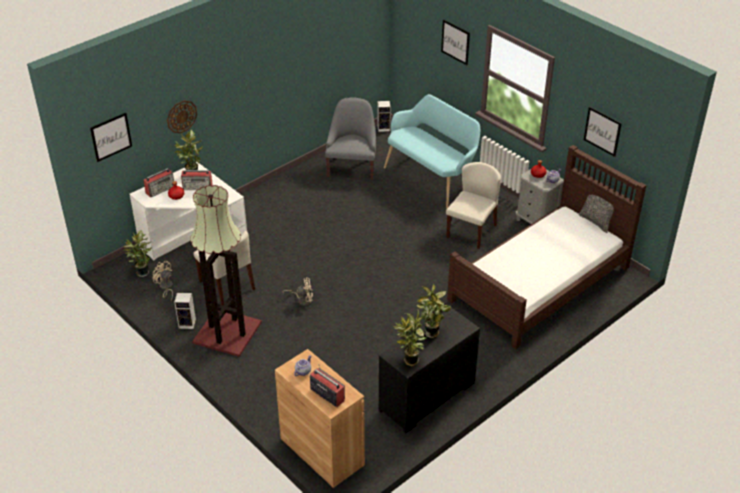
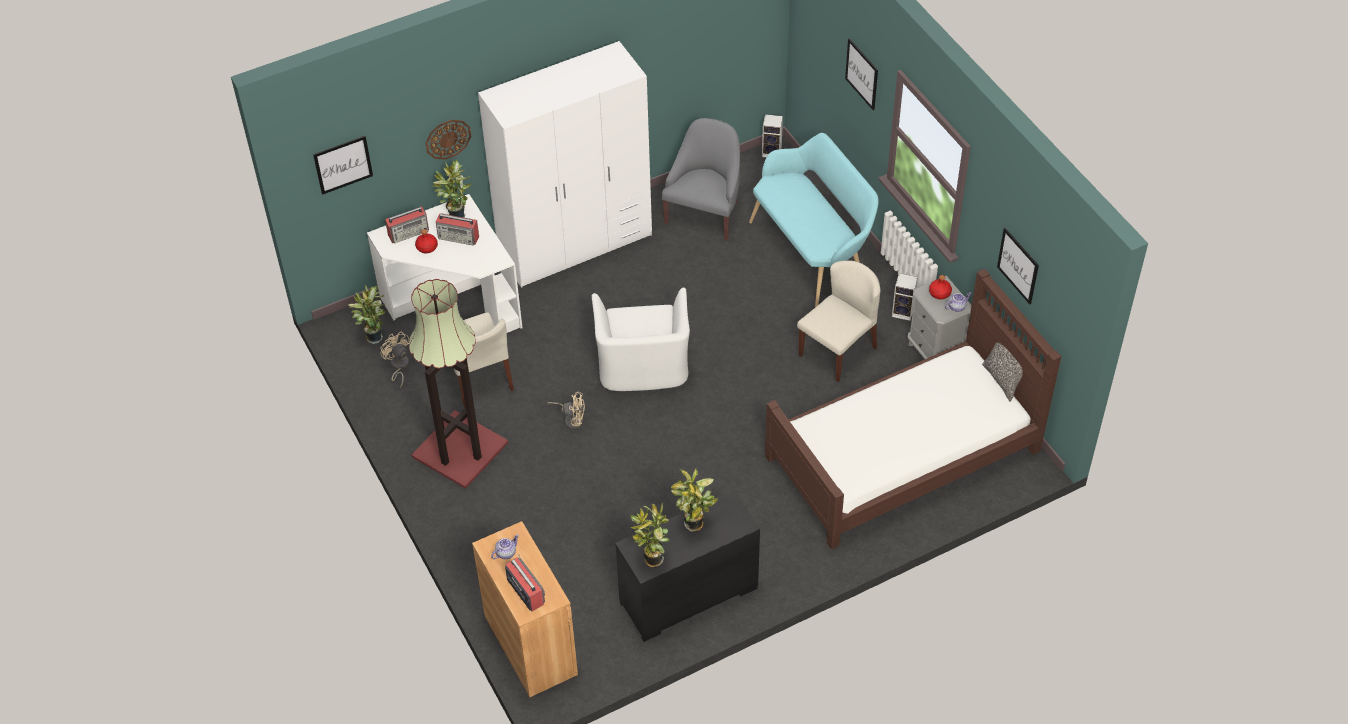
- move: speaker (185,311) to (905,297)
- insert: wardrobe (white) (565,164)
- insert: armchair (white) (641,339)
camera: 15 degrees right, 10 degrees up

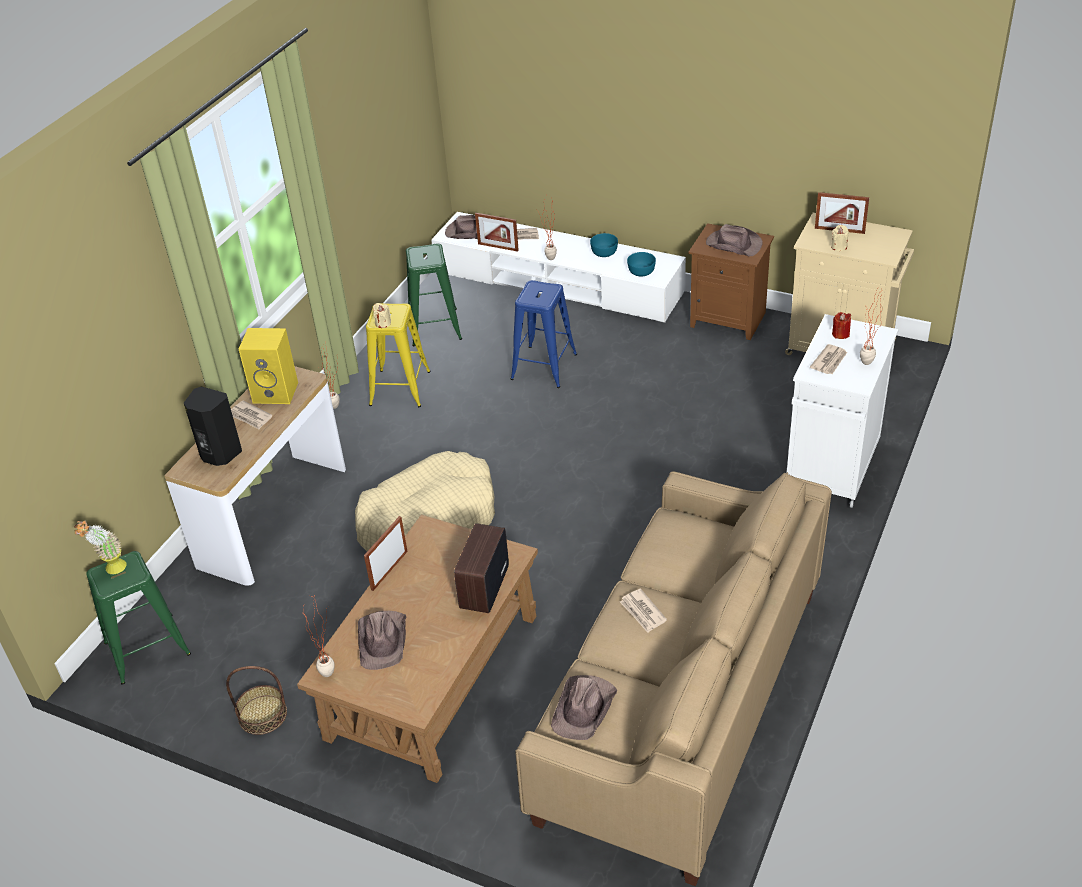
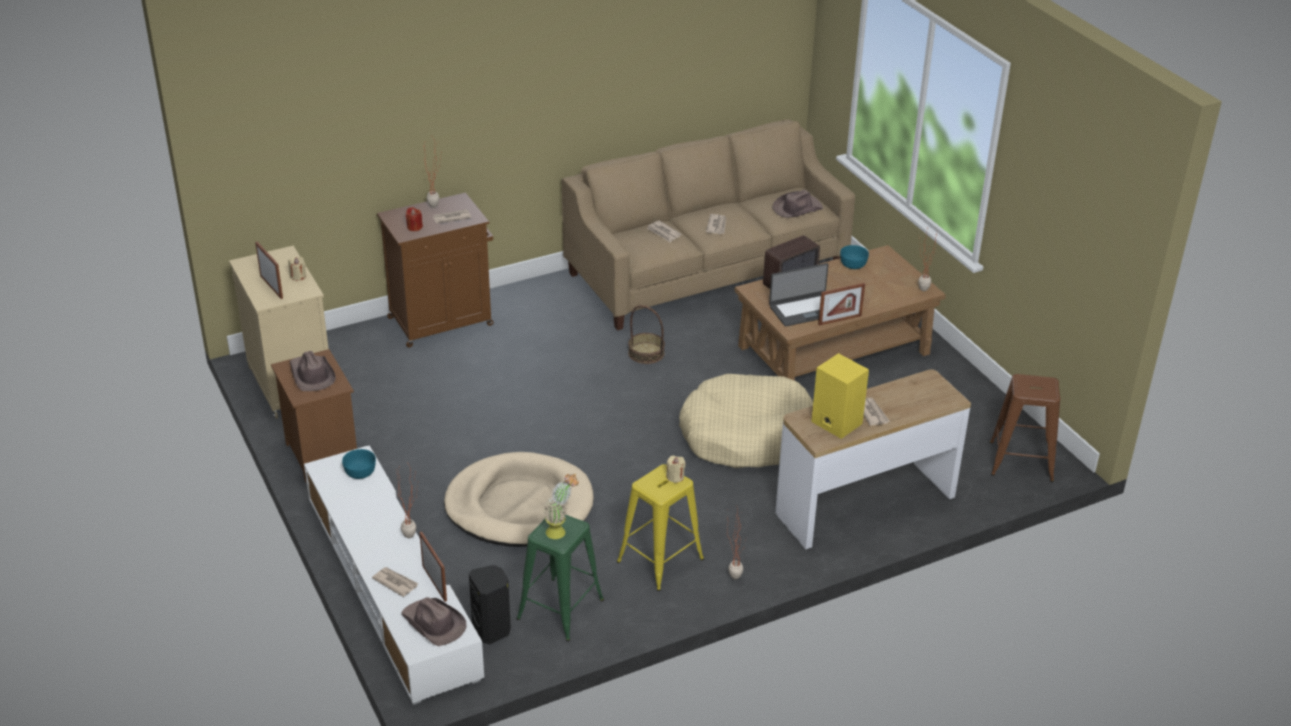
- move: potted plant (100,547) to (561,506)
- recolor: stool (green) (139,617) to stool (brown) (1025,428)
- move: speaker (black) (213,426) to (490,604)
- move: basket (256,700) to (646,334)
- delete: hat (brown) (382,640)
- replace: stool (blue) (544,334) to dog bed (beige) (519,499)
- move: bowl (turquoise) (604,245) to (854,257)
- recolor: cabinet (white) (842,411) to cabinet (brown) (435,270)
- insert: newspaper (664,231)
- insert: laptop (798,295)
camera: 145 degrees left, 5 degrees down

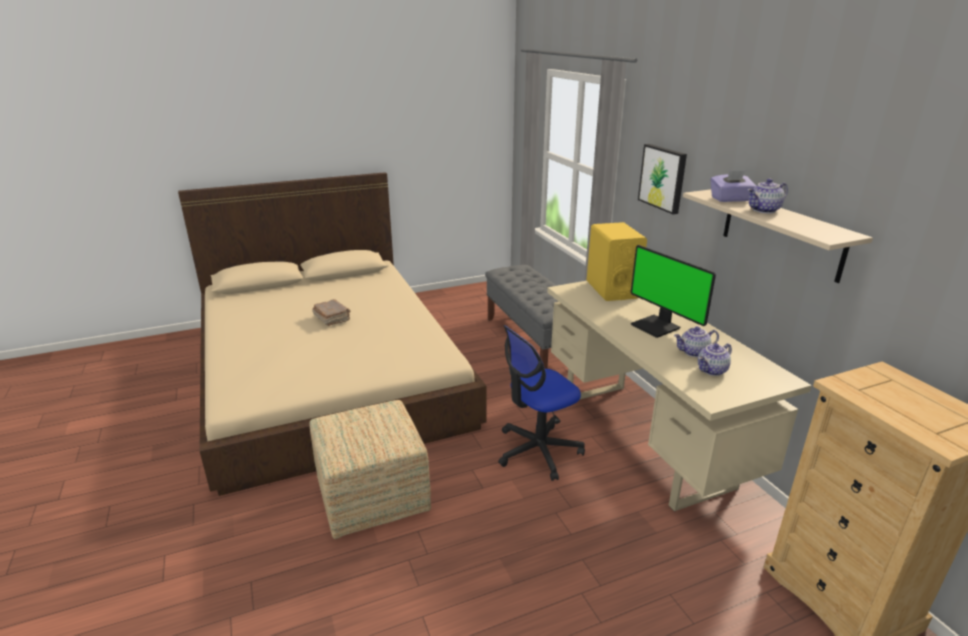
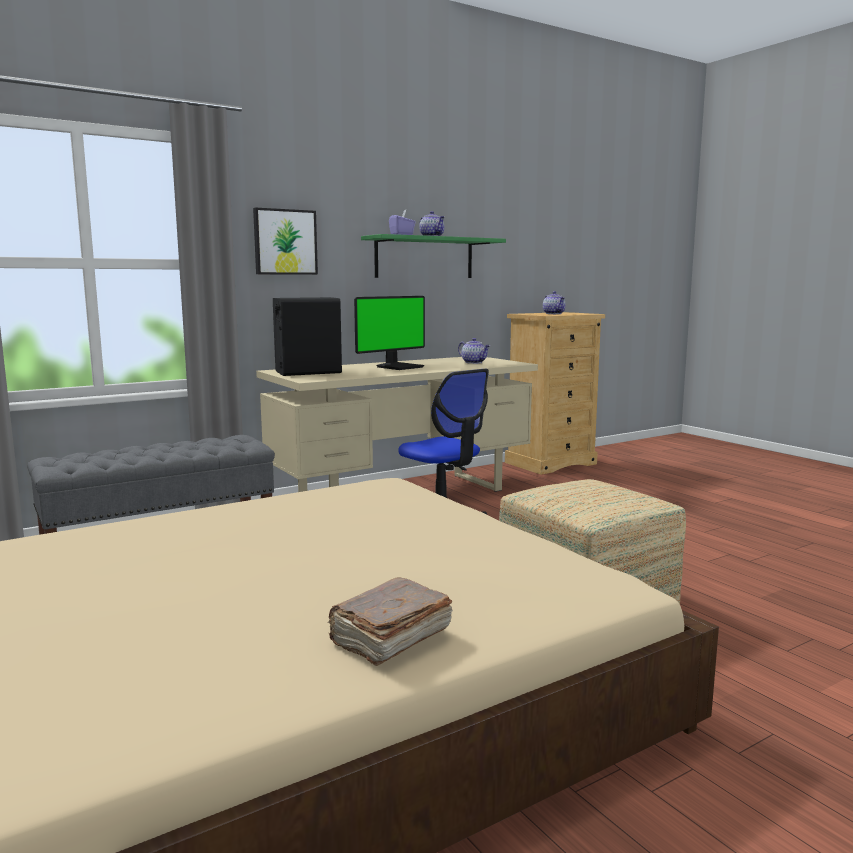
- move: book (brown) (331,312) to (390,621)
- recolor: speaker (yellow) (617,261) to speaker (black) (307,336)
- move: teapot (696,341) to (554,302)
- recolor: shelf (beige) (778,236) to shelf (green) (433,256)
camera: 100 degrees left, 15 degrees down

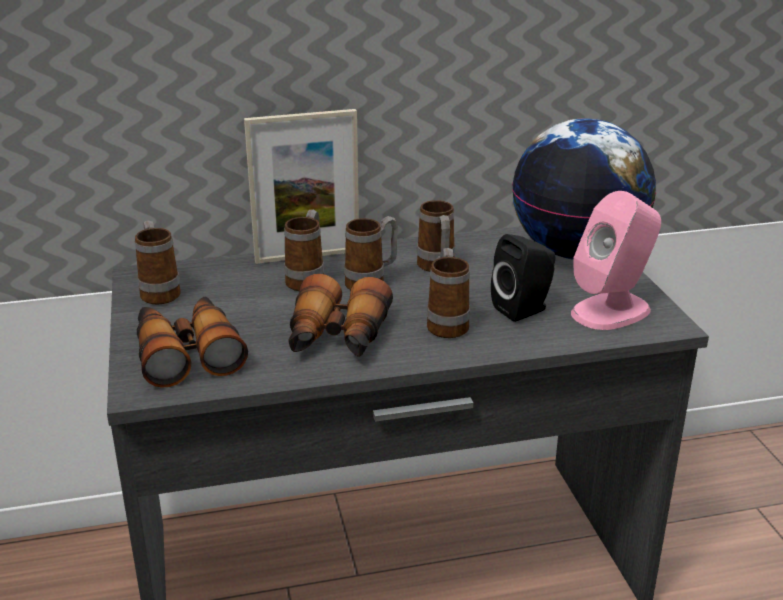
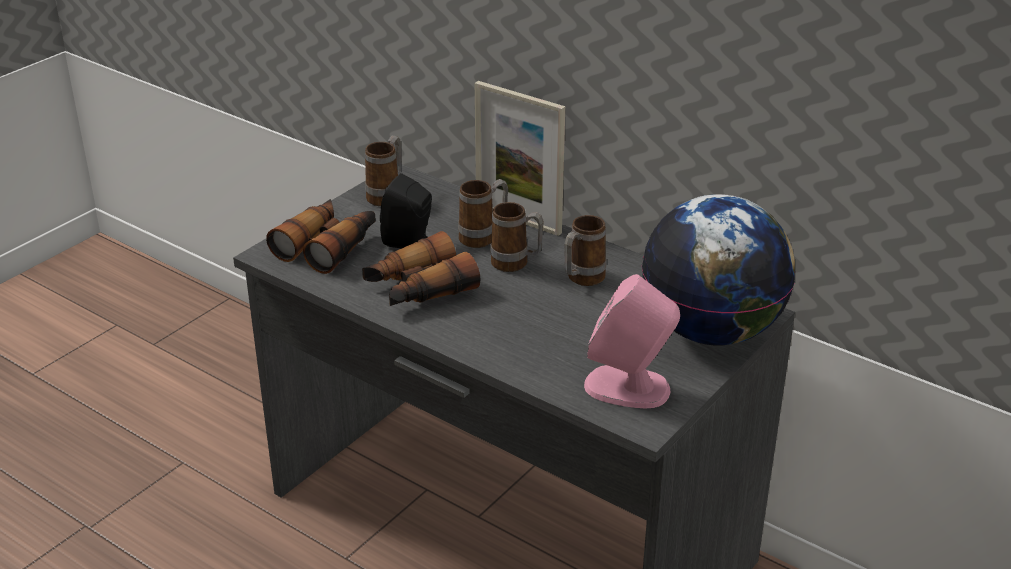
- delete: mug (448,293)
- move: speaker (black) (523,278) to (406,211)
camera: 50 degrees right, 5 degrees up

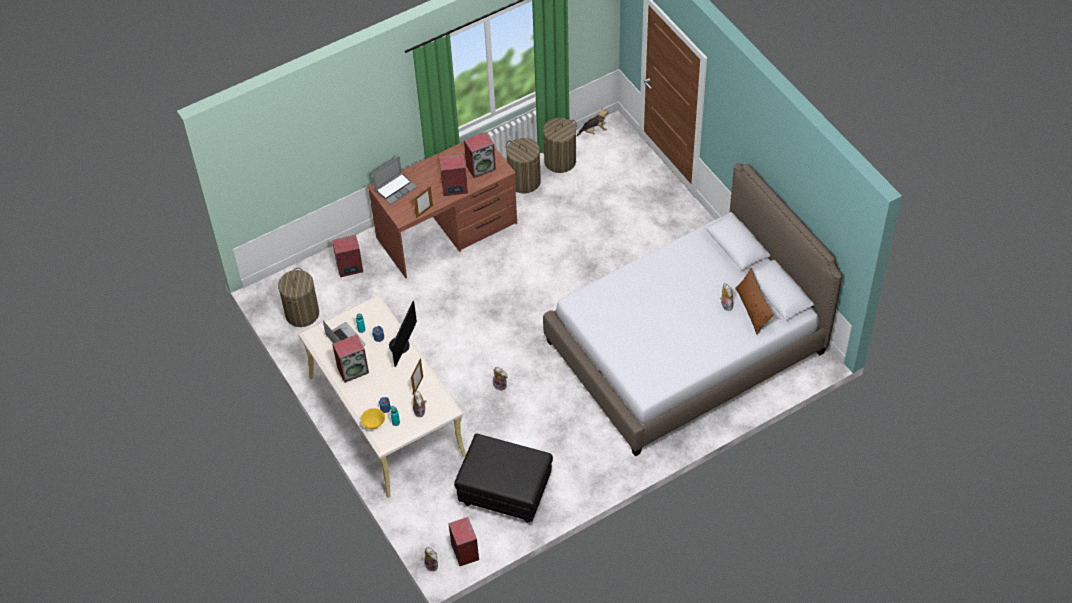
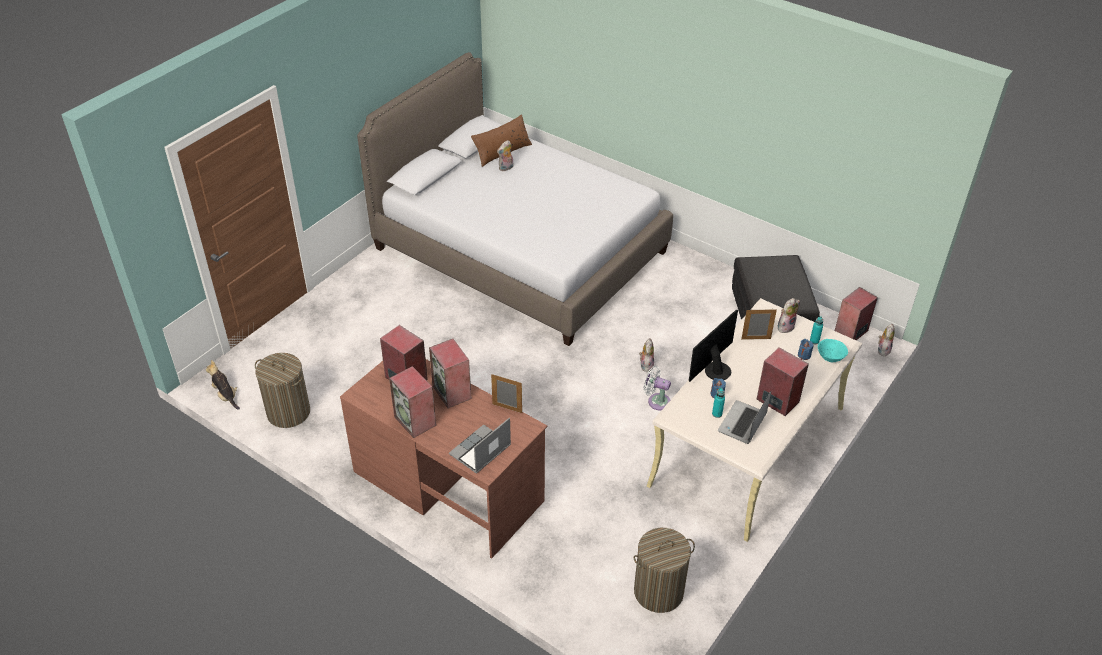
- move: speaker (347,256) to (412,402)
- recolor: bowl (yellow) (373,418) to bowl (turquoise) (833,351)
- rotate: laptop (394,180) = (480,446) 75 degrees counterclockwise
- rotate: monitor (403,334) = (713,346) 45 degrees counterclockwise
- delete: laundry basket (523,165)
- insert: fan (white) (657,388)
camera: 115 degrees left, 10 degrees down

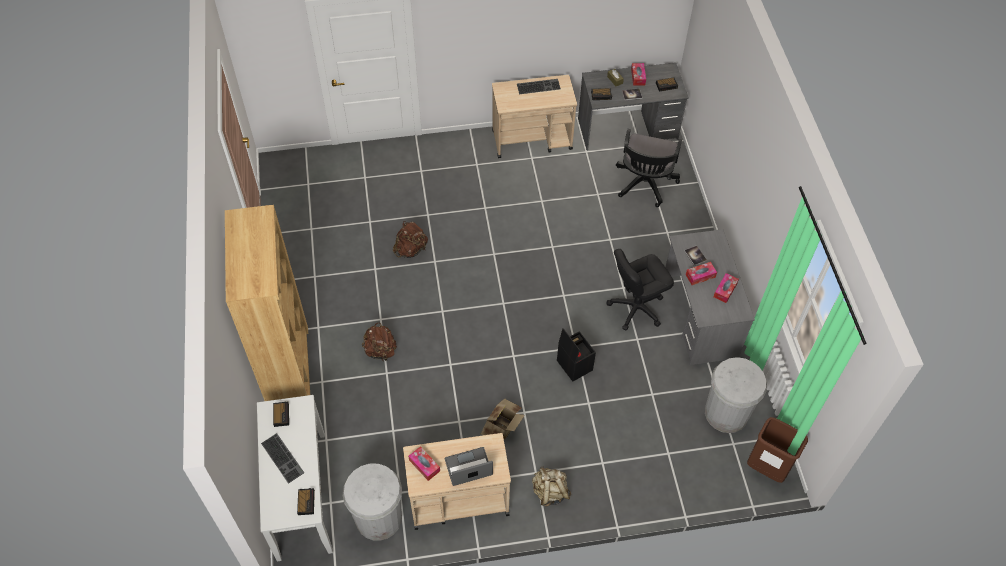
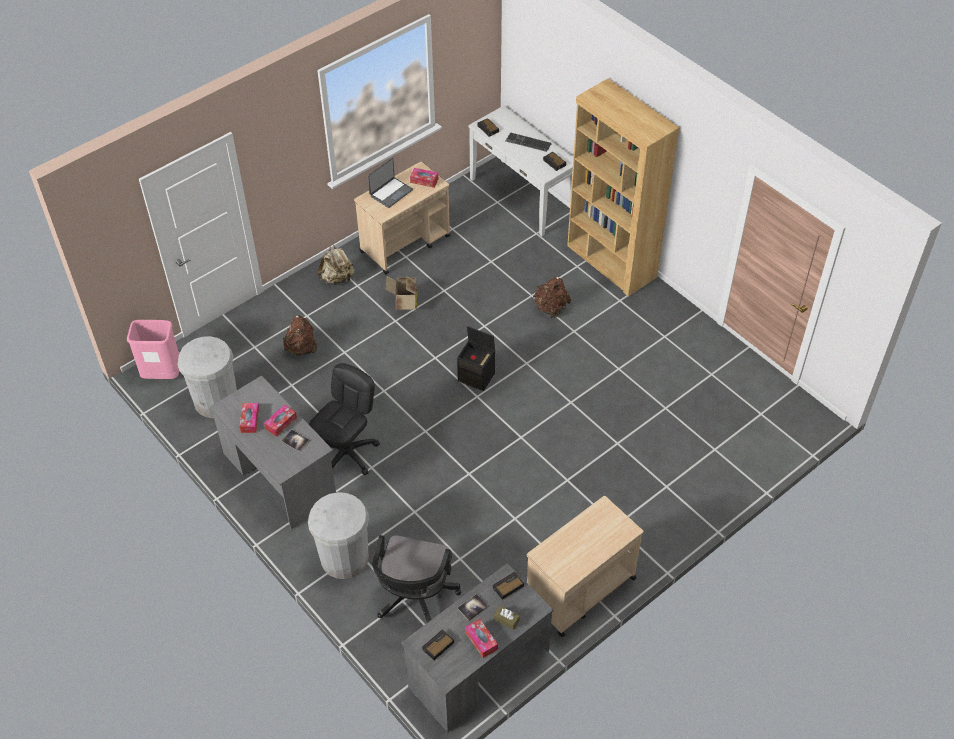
- move: trash can (white) (372,502) to (338,535)
- move: backpack (brown) (410,239) to (300,335)
- delete: keyboard (539,86)
- move: storage box (black) (576,355) to (476,358)
- rotate: office chair (black) (649,168) = (416,579) 150 degrees counterclockwise
- recolor: trash can (brown) (777,450) to trash can (pink) (153,349)
camera: 150 degrees right, 5 degrees down

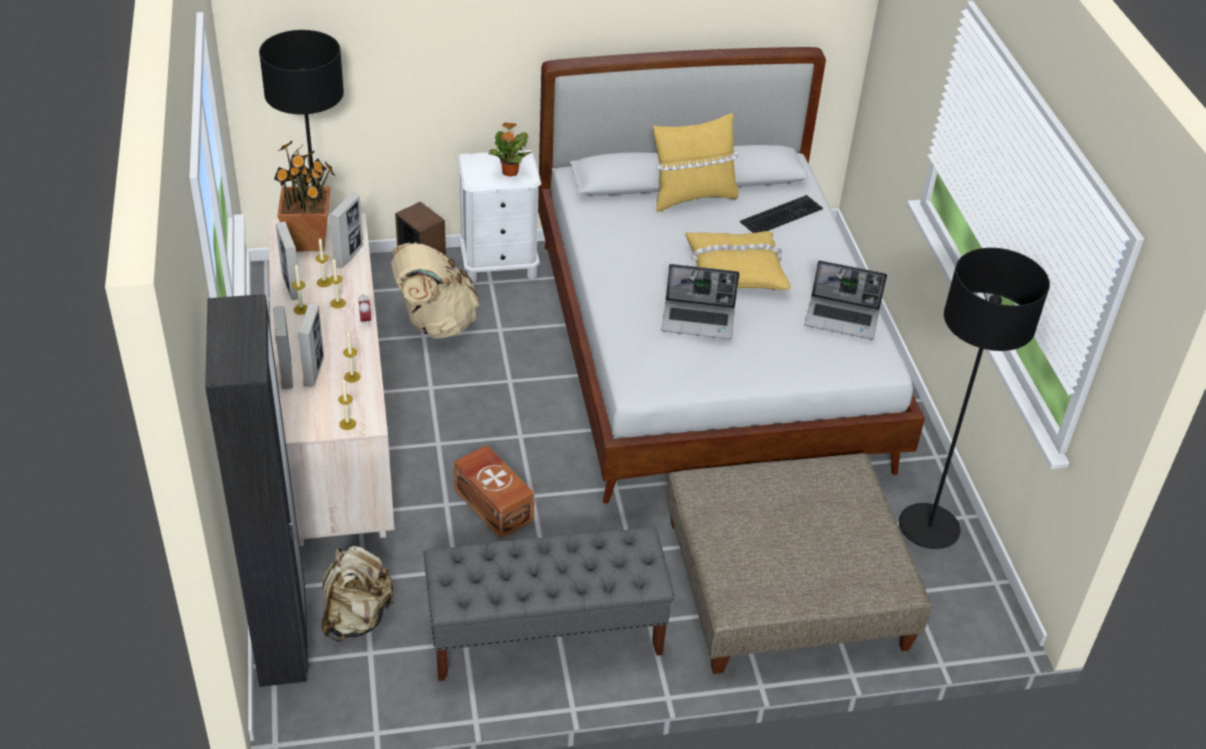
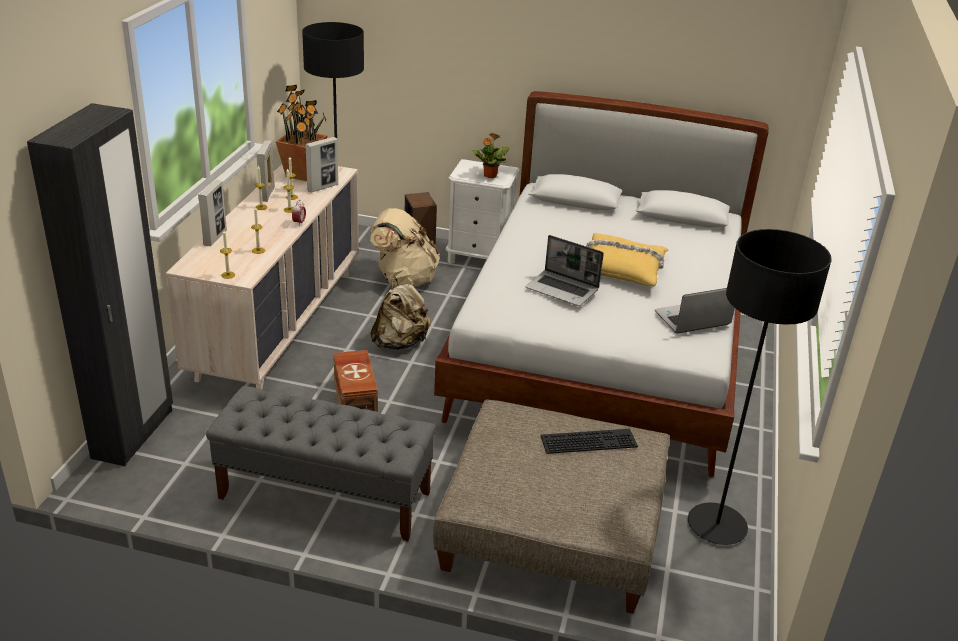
- delete: picture frame (311,345)
- move: backpack (beige) (357,594) to (400,314)
- delete: pillow (yellow) (696,162)
- move: keyboard (781,214) to (589,441)
- rotate: laptop (845,299) = (695,310) 120 degrees clockwise
camera: 25 degrees right, 10 degrees down

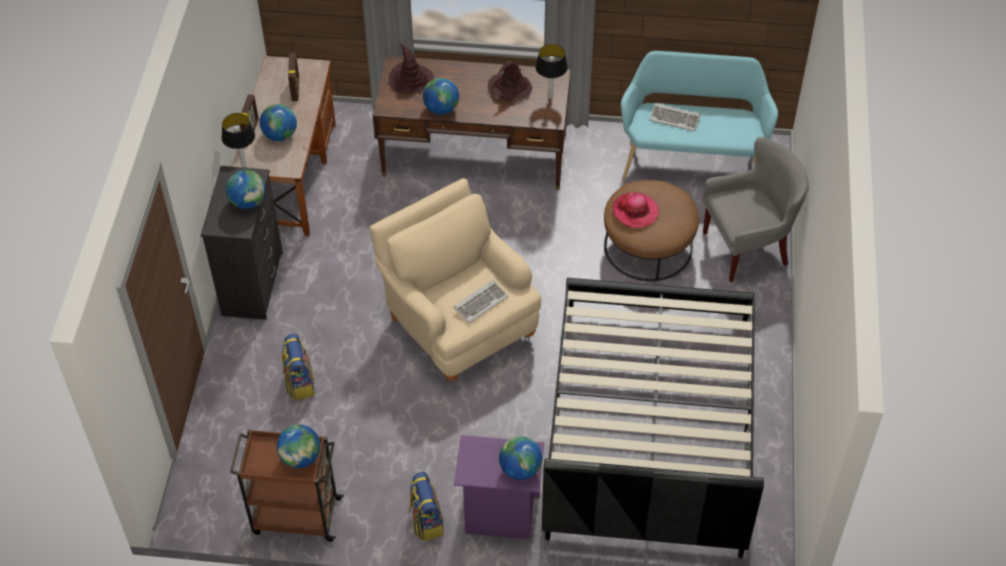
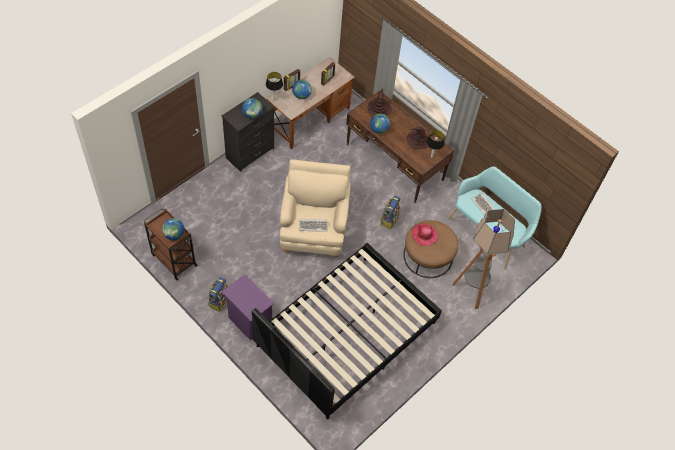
- move: backpack (298,367) to (390,212)
- delete: globe (520,458)
- replace: armchair (grey) (756,209) to floor lamp (483,259)
camera: 35 degrees right, 5 degrees up

